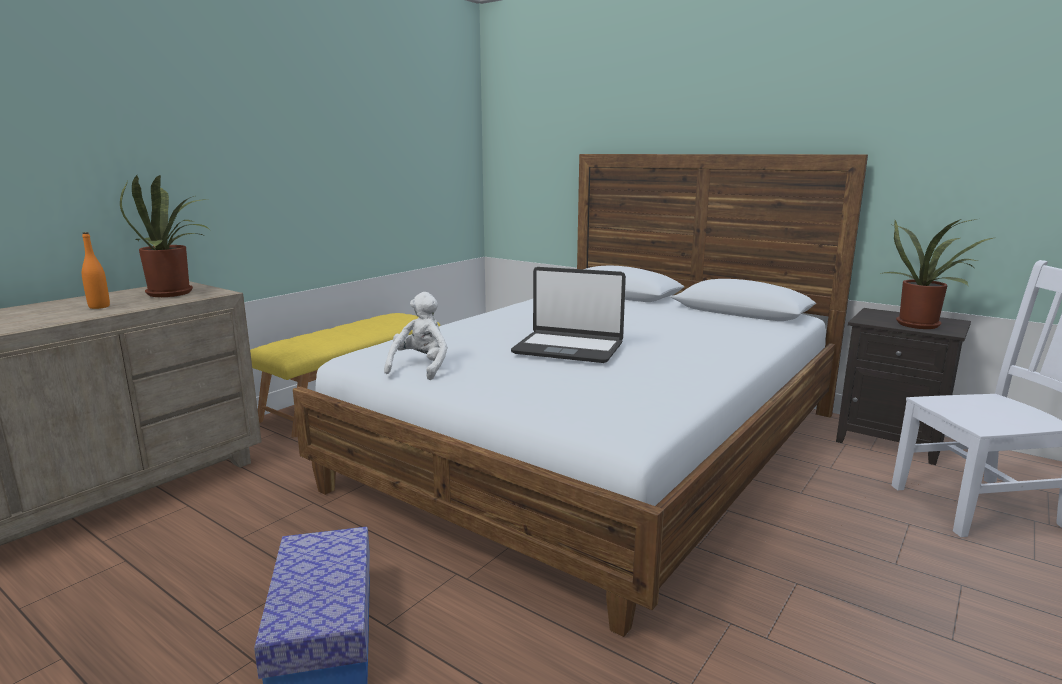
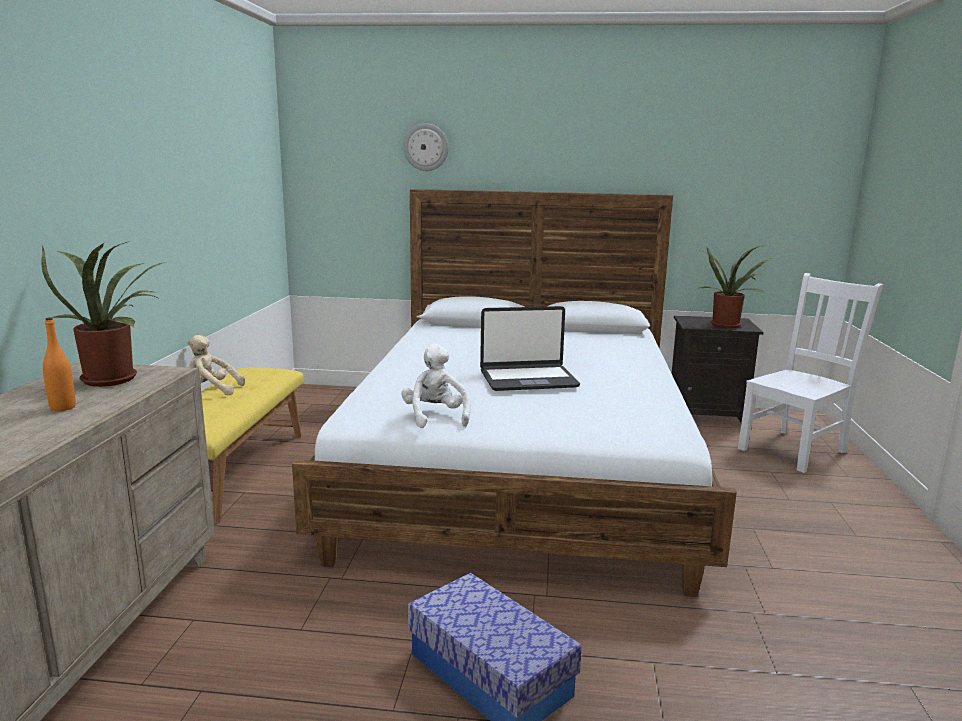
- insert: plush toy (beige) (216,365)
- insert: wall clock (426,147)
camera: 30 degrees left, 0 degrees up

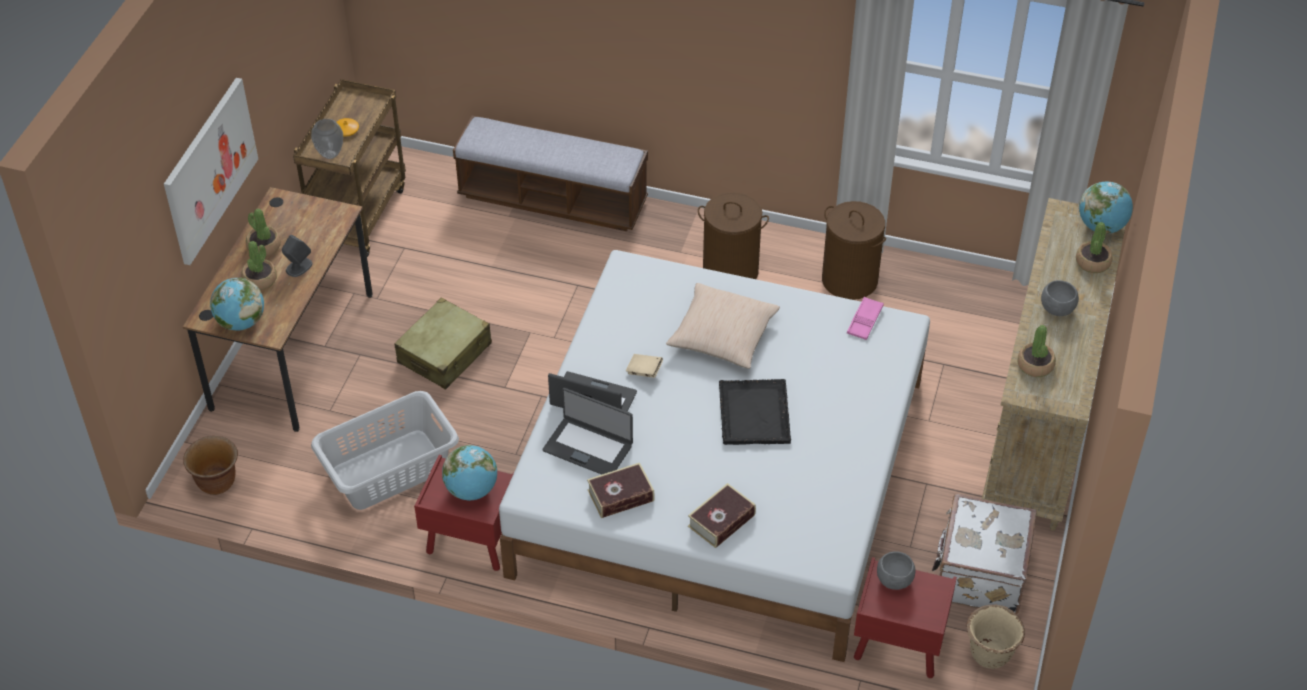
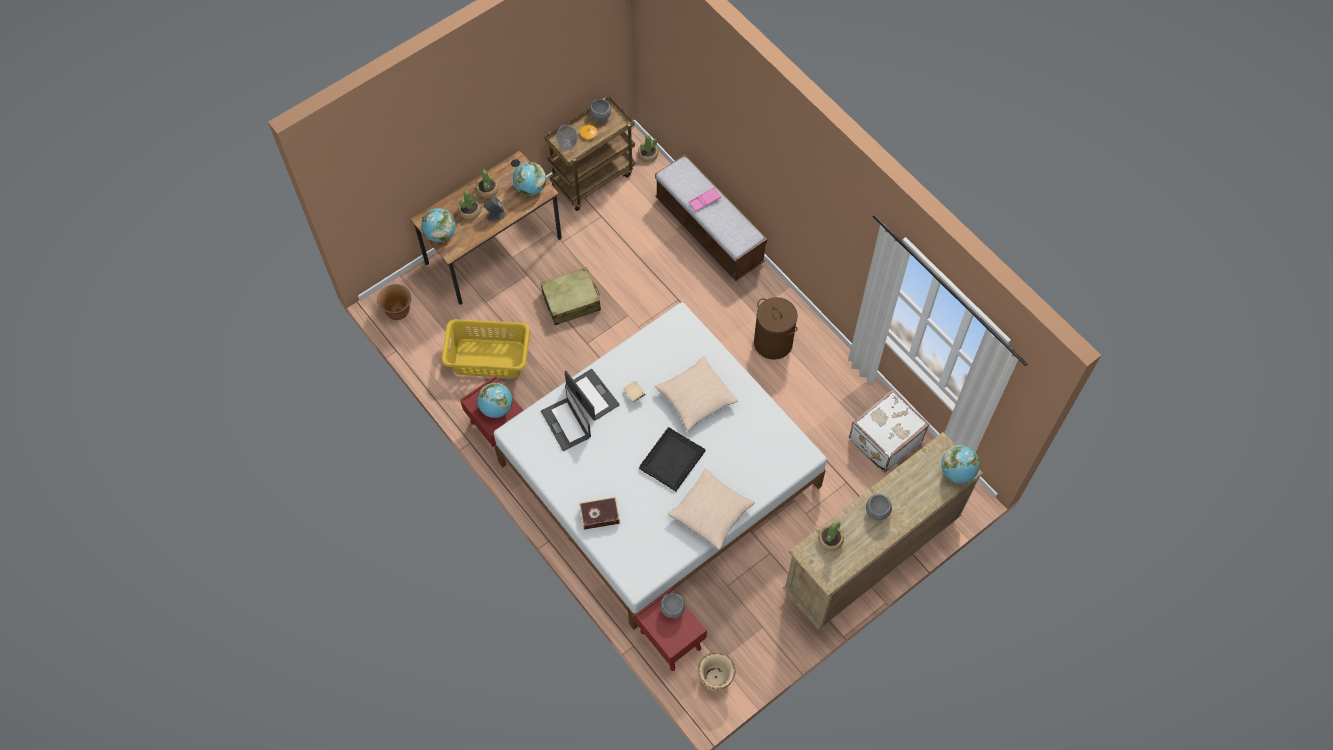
- delete: picture (211,171)
- recolor: laundry basket (grey) (385,450) to laundry basket (yellow) (485,348)
- delete: book (621,490)
- delete: laundry basket (brown) (854,250)
- move: tray (pink) (865,318) to (705,200)
- move: suitcase (white) (984,554) to (889,431)
- move: potted plant (1094,247) to (648,148)
- insert: globe (529,179)
- insert: bowl (grey) (600,110)
- insert: pillow (beige) (711,509)
camera: 35 degrees right, 15 degrees up

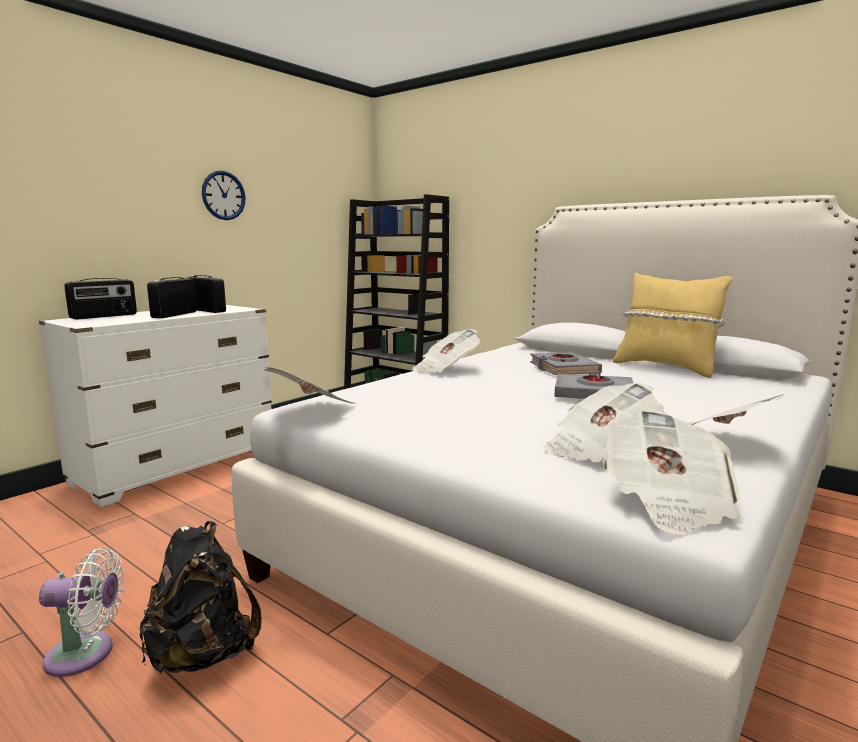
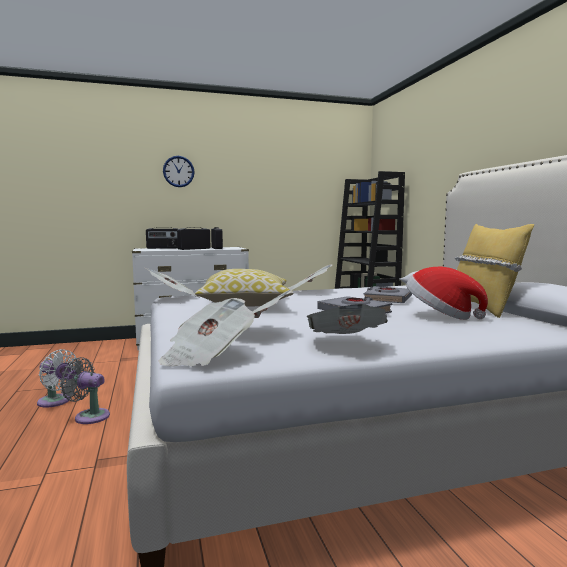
- replace: backpack (black) (201,597) to fan (grey) (85,390)
- move: wall clock (224,195) to (179,171)
- insert: pillow (244,287)
- insert: hat (447,293)
camera: 35 degrees right, 5 degrees down

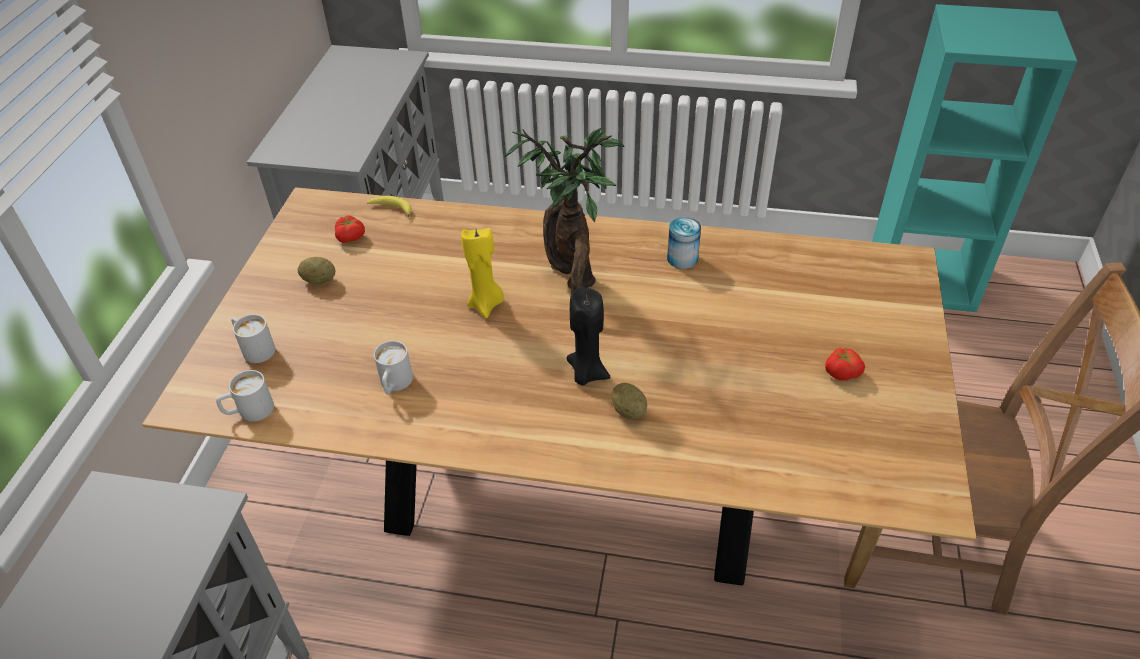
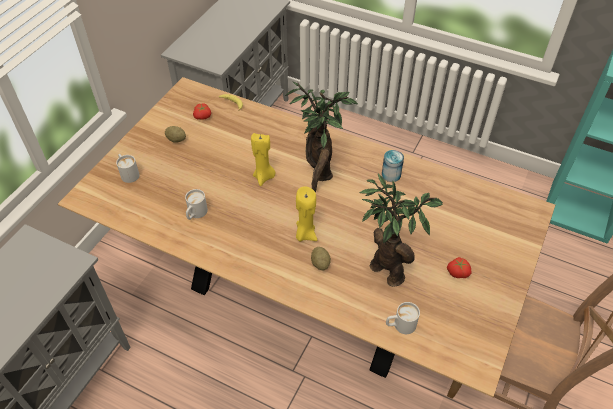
- move: mug (white) (245,395) to (403,318)
- recolor: candle (black) (588,337) to candle (yellow) (306,214)
- insert: potted plant (401,230)
camera: 15 degrees right, 5 degrees up

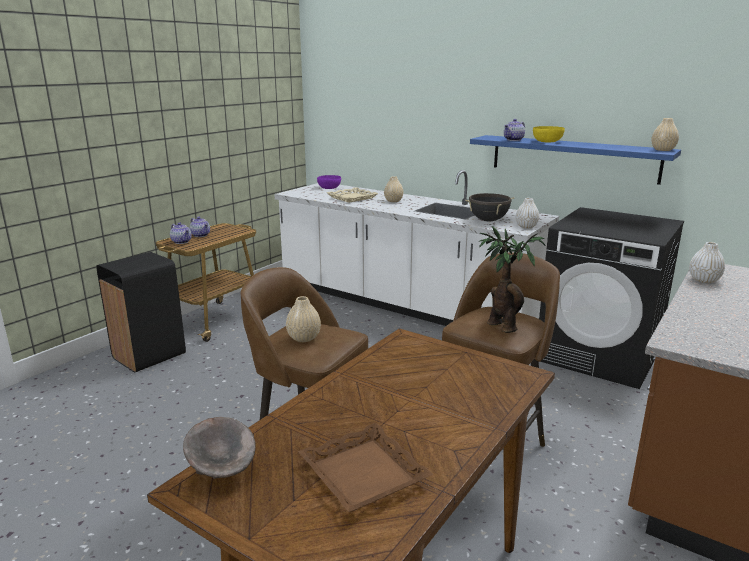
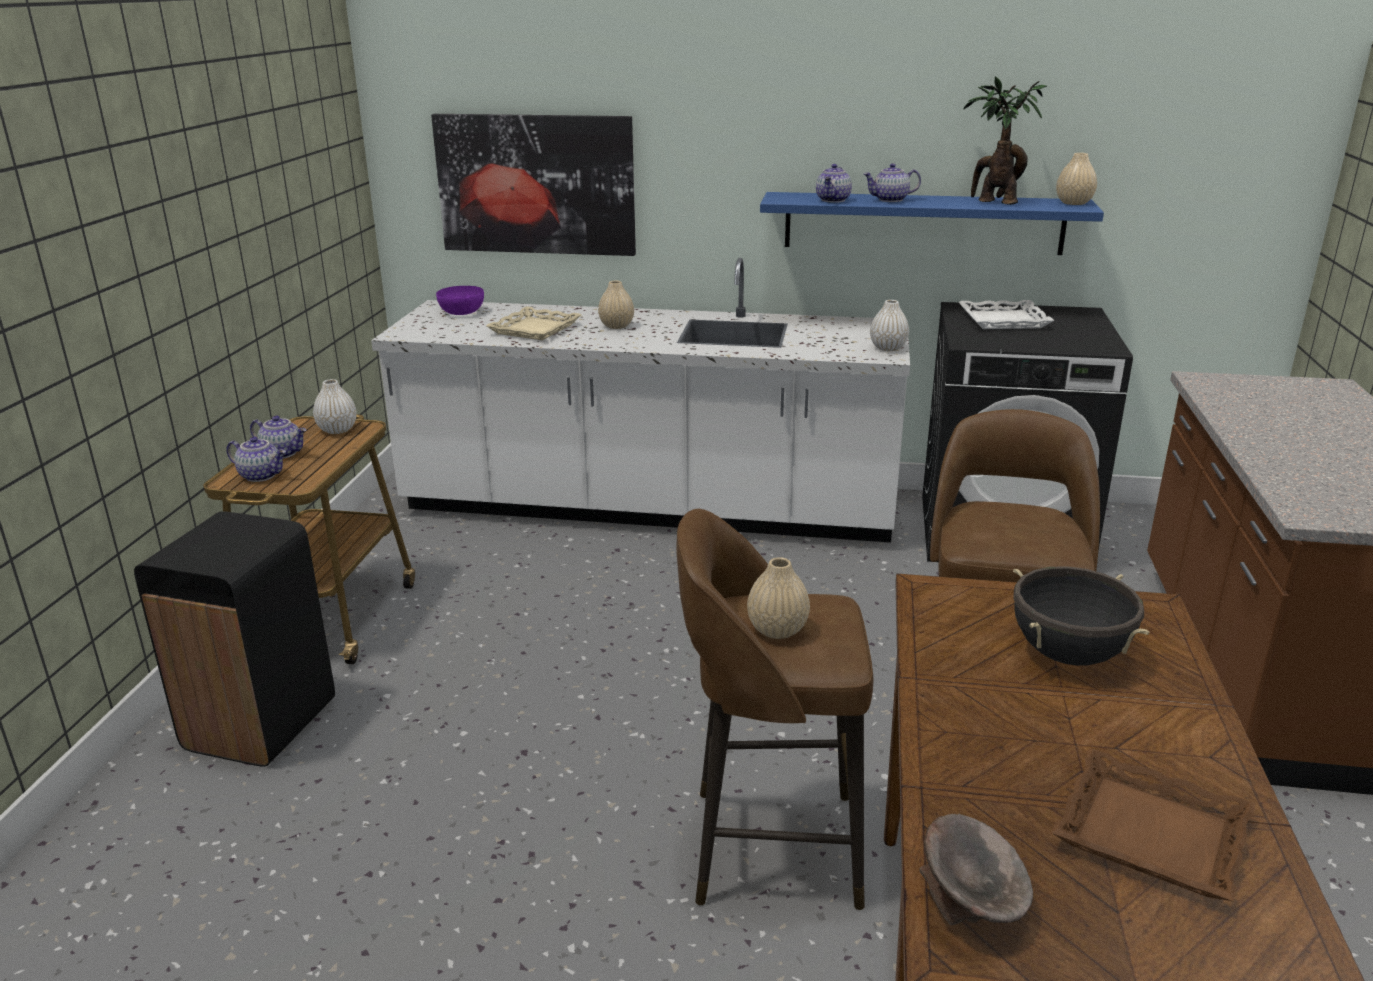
- move: cooking pot (black) (489,207) to (1081,616)
- move: potted plant (512,279) to (1005,140)
- replace: bowl (yellow) (549,134) to teapot (892,182)
- move: vase (white) (707,262) to (335,406)
- insert: picture (533,185)
- insert: tray (white) (1006,314)
camera: 25 degrees left, 5 degrees up

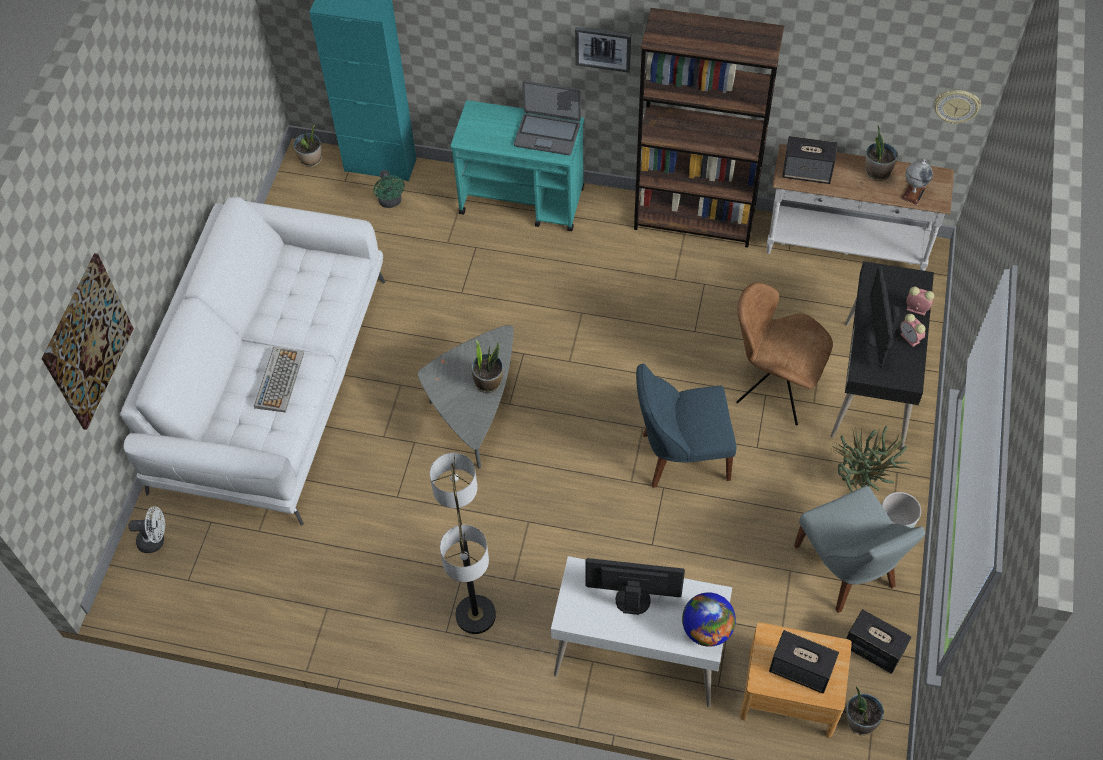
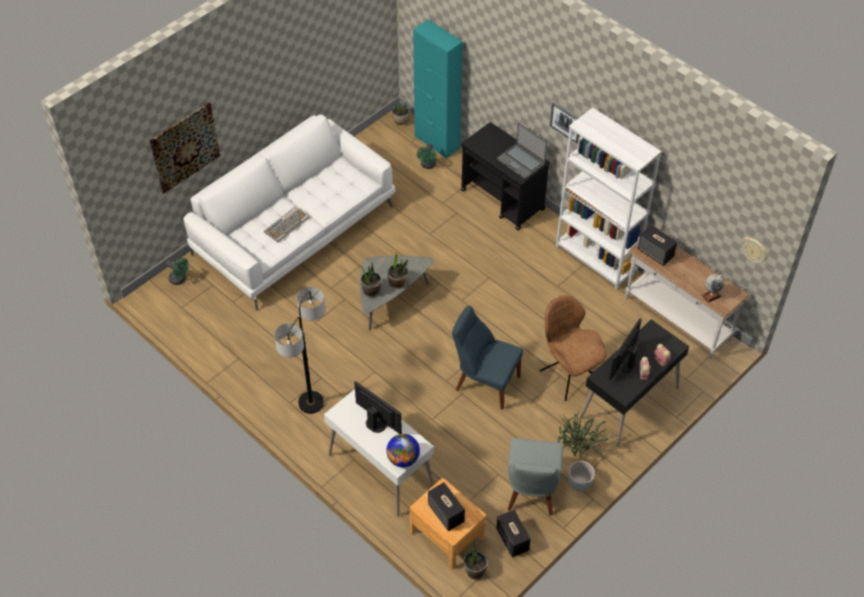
- recolor: fan (white) (146,529) to fan (green) (178,271)
- recolor: cart (turquoise) (517,165) to cart (black) (505,176)
- recolor: bookcase (brown) (709,127) to bookcase (white) (609,199)
- move: potted plant (881,153) to (371,278)
camera: 30 degrees right, 5 degrees down

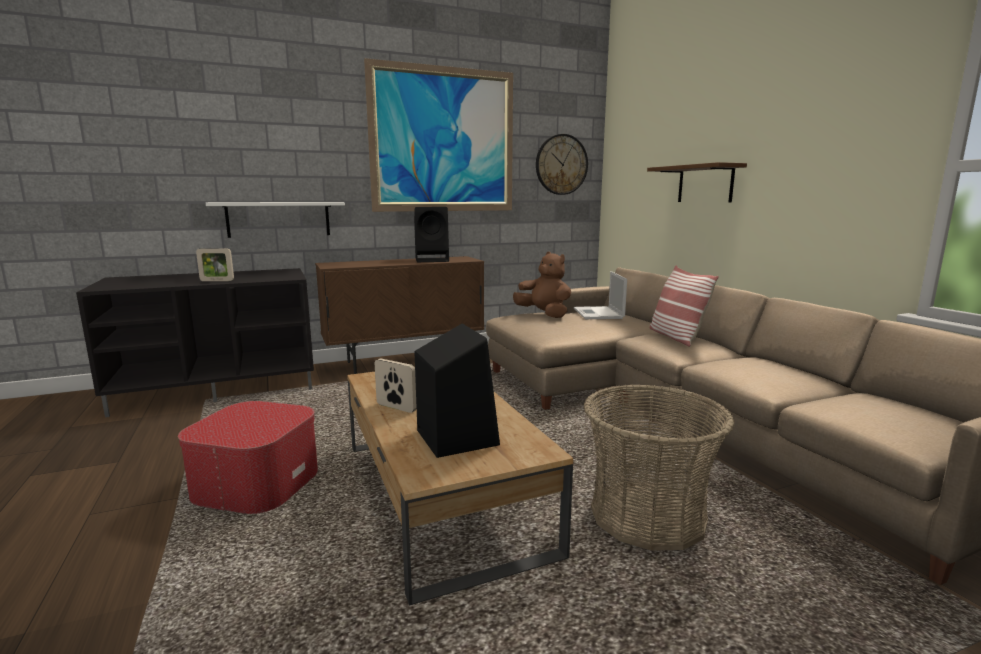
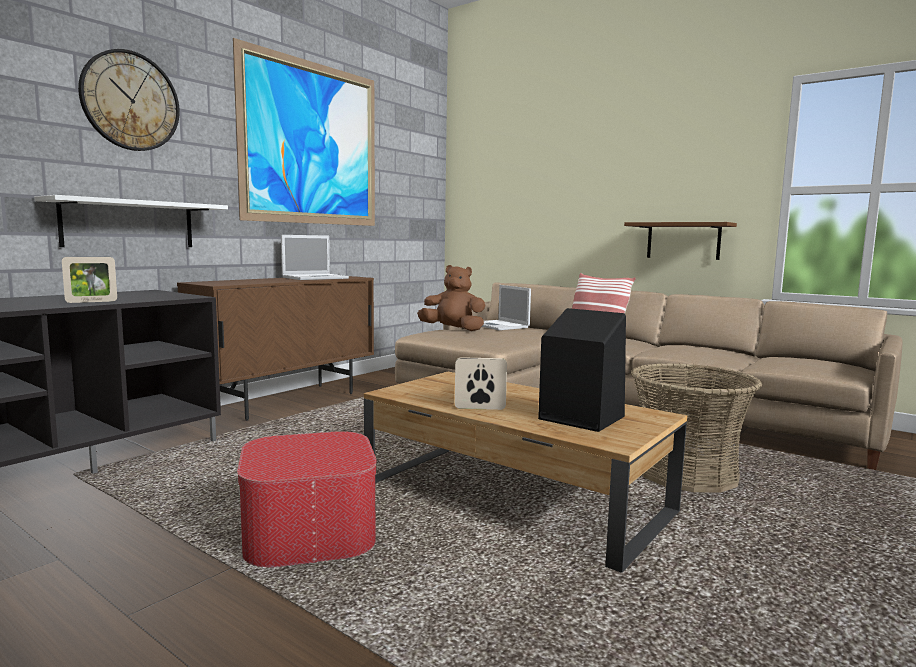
- replace: speaker (black) (431,234) to laptop (315,257)
- move: wall clock (562,164) to (129,100)
- move: shelf (brown) (697,182) to (680,241)
camera: 30 degrees left, 5 degrees down

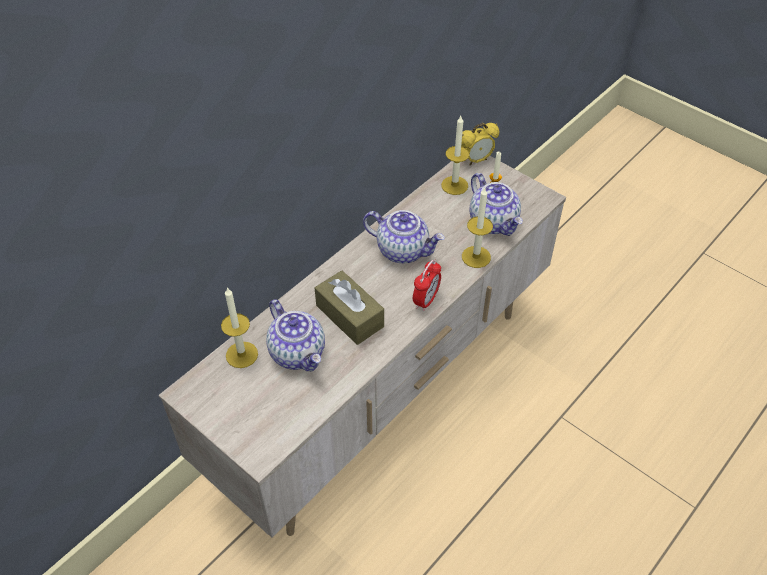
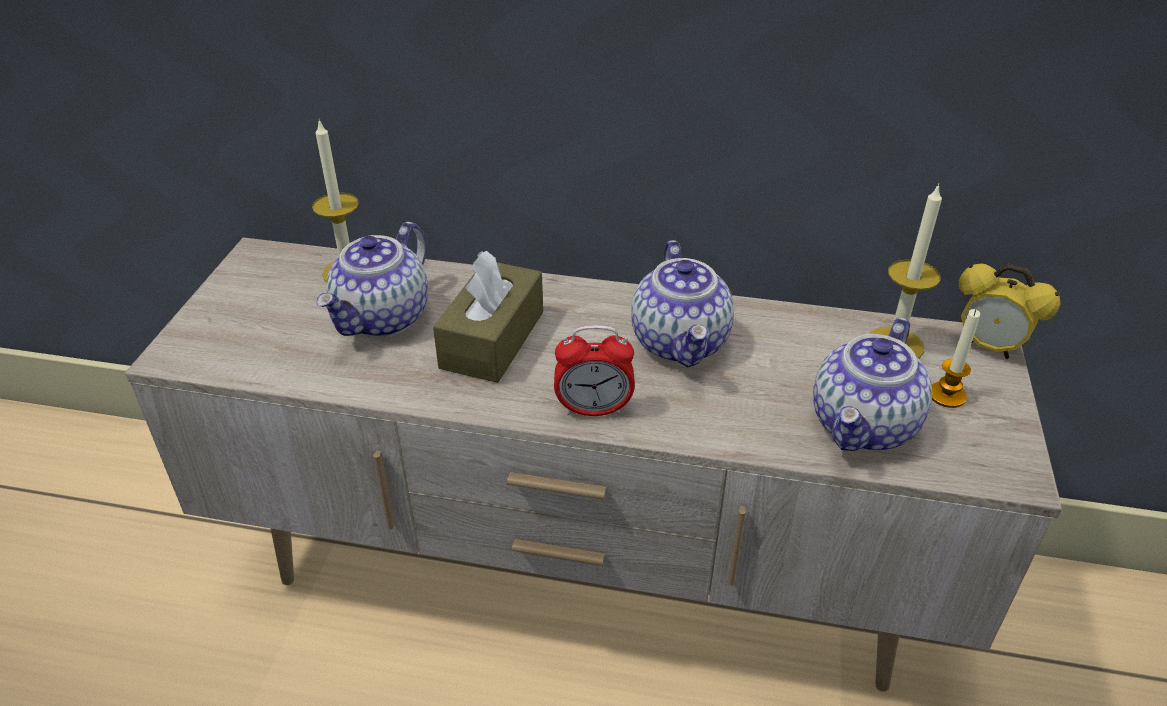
- delete: candle (477,228)
camera: 60 degrees right, 10 degrees down

